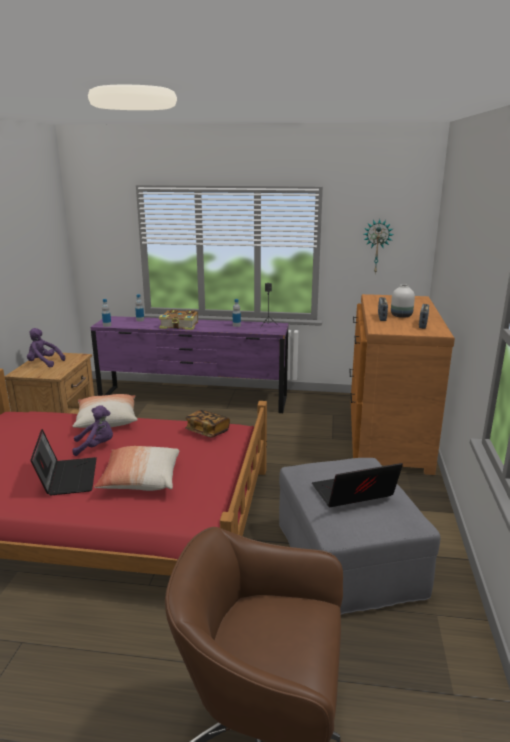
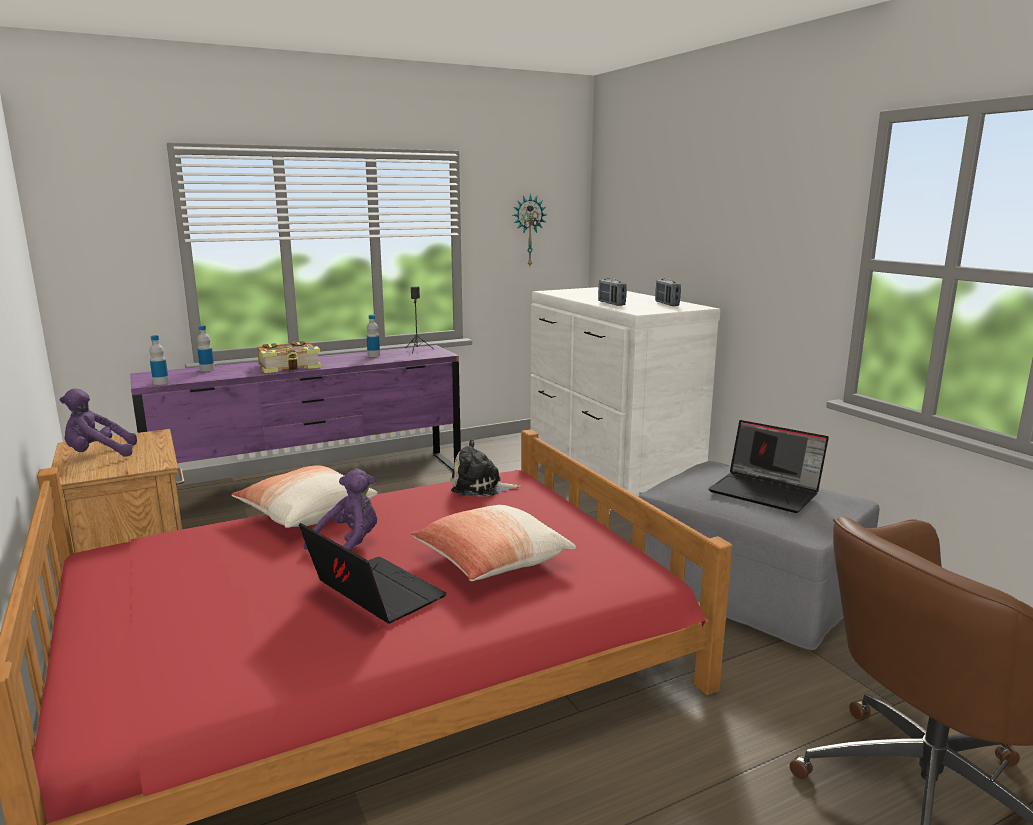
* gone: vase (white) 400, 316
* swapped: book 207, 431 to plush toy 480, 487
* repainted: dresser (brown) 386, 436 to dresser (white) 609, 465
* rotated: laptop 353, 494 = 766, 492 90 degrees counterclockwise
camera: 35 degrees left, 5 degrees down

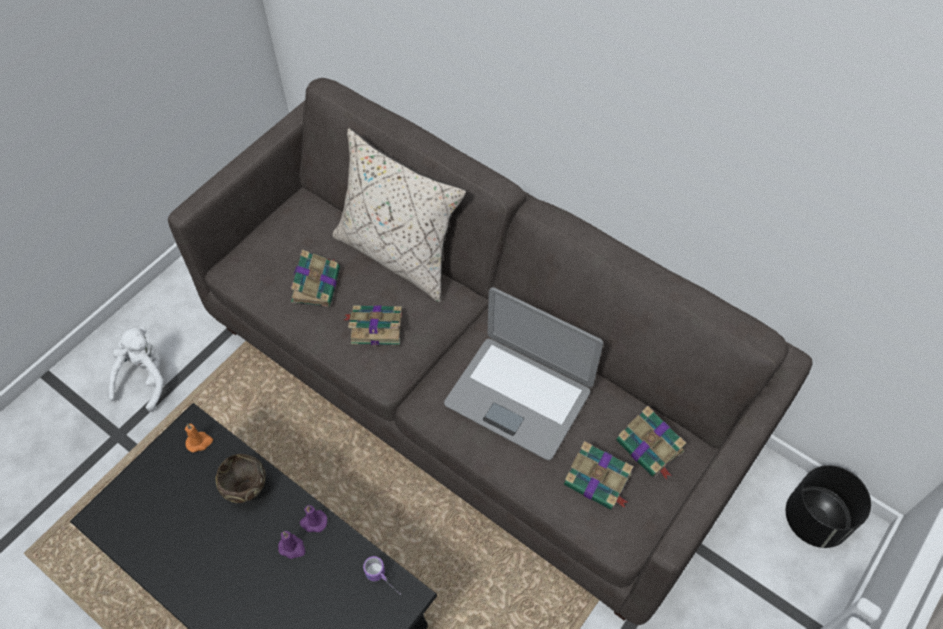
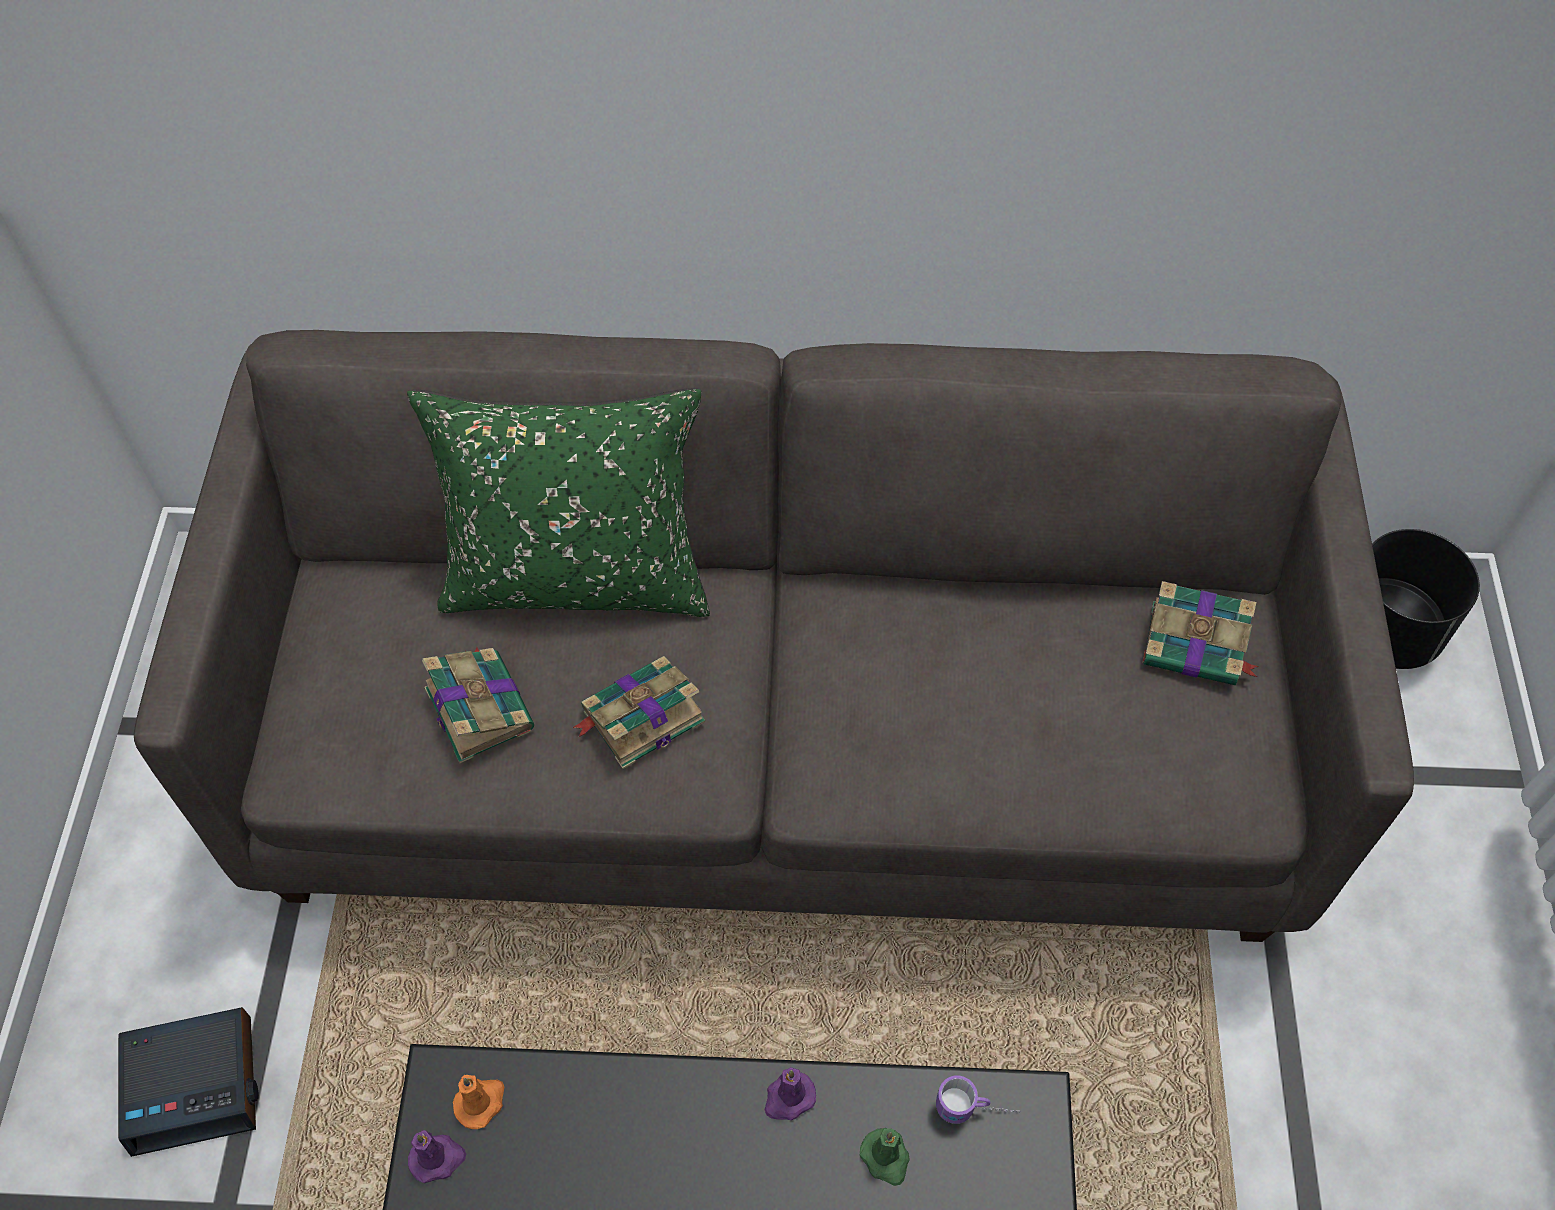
* gone: bowl (brown) 246, 490
* gone: laptop 519, 396
* gone: book 598, 480
* new: candle (green) 886, 1158
* shifted: candle (purple) 292, 547 to 437, 1158
* swapped: plush toy (white) 145, 379 to alarm clock 195, 1083
* repainted: pillow (beige) 399, 254 to pillow (green) 577, 577
camera: 35 degrees left, 0 degrees up

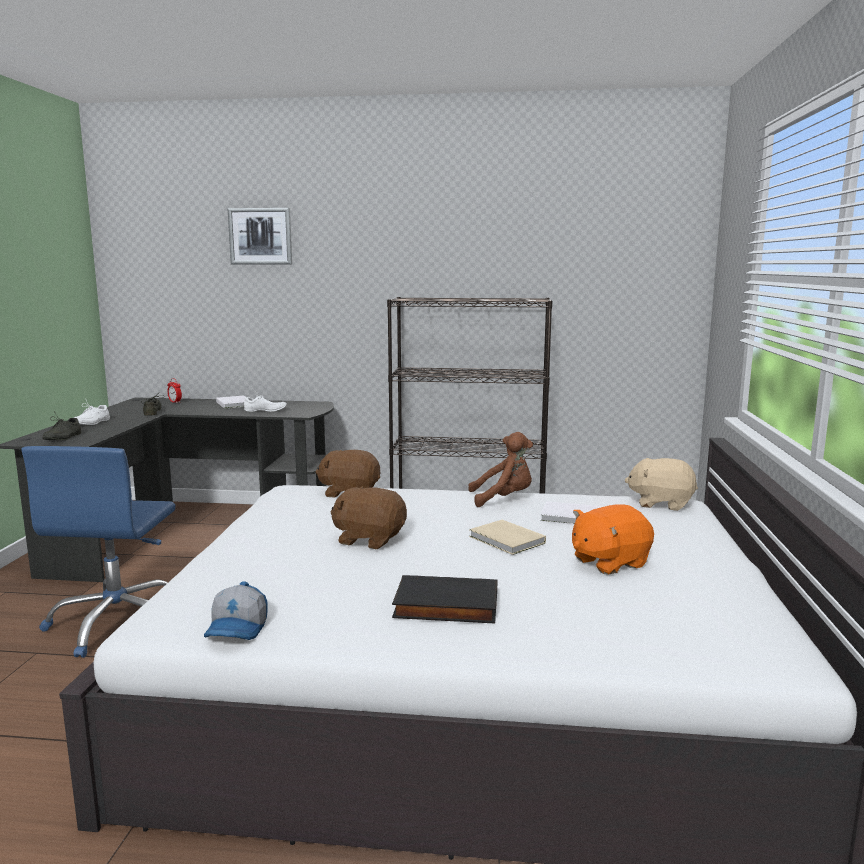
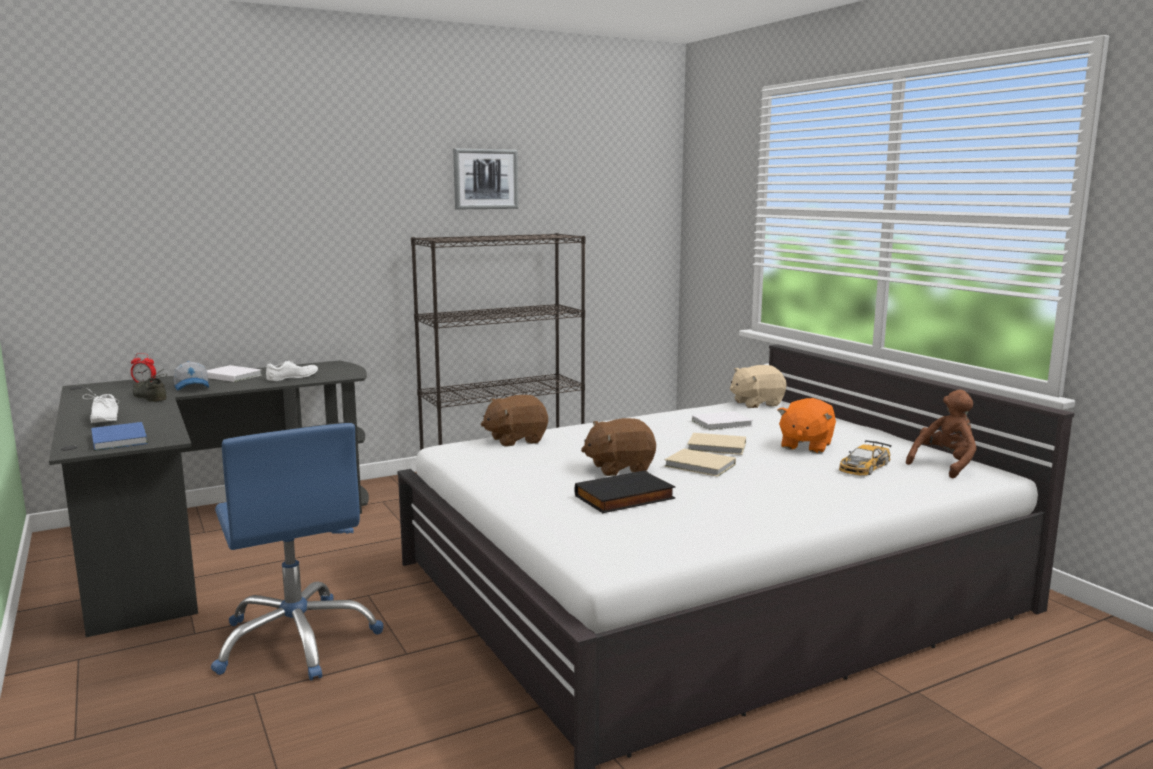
* new: book (beige) 701, 466
* new: toy car 864, 467
* shifted: cap 239, 628 to 193, 387
* shifted: picture 260, 236 to 485, 179
* shifted: book (black) 445, 607 to 625, 498
* shifted: plush toy (brown) 503, 499 to 945, 465
* swapped: shoe (grey) 61, 438 to book (blue) 120, 439
camera: 35 degrees left, 0 degrees up

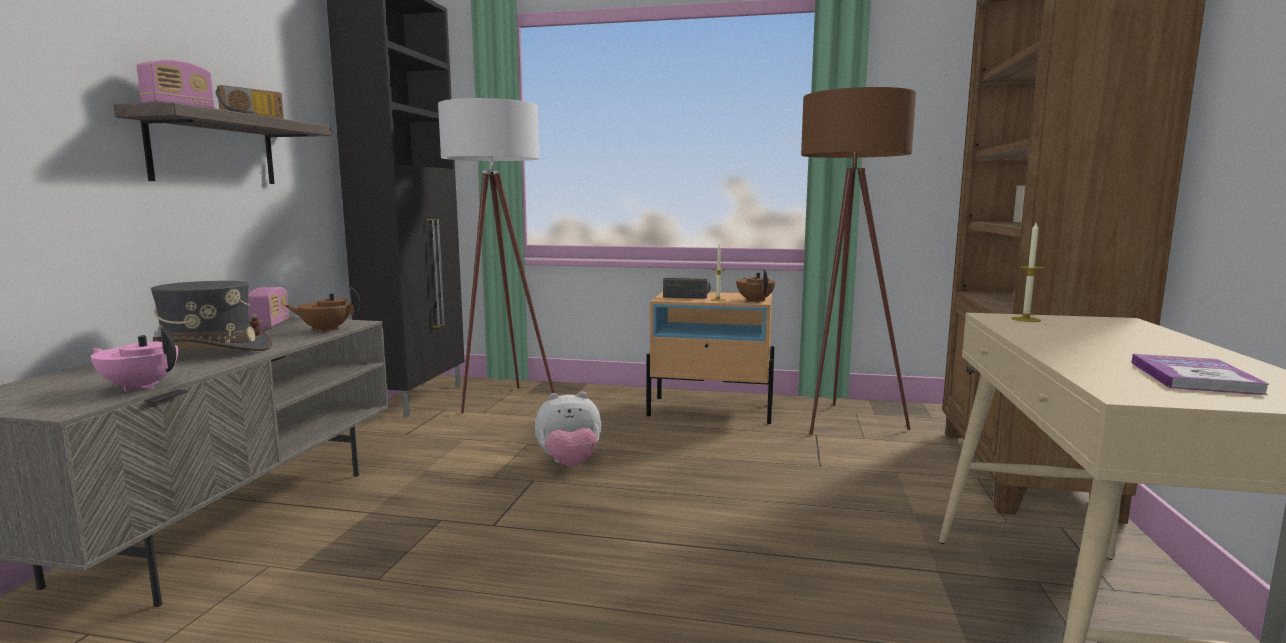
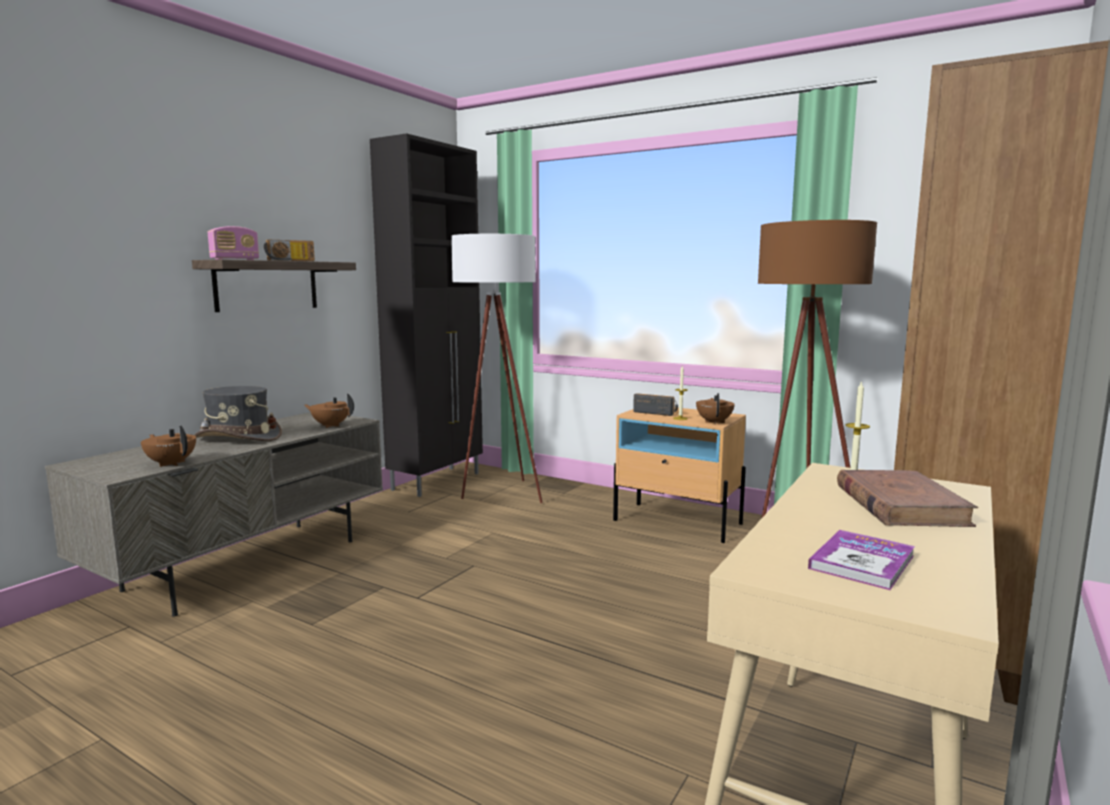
* gone: radio 270, 325
* gone: plush toy 569, 464
* new: book (brown) 900, 505
* repainted: teapot (pink) 140, 387 to teapot (brown) 171, 463
camera: 20 degrees right, 0 degrees up

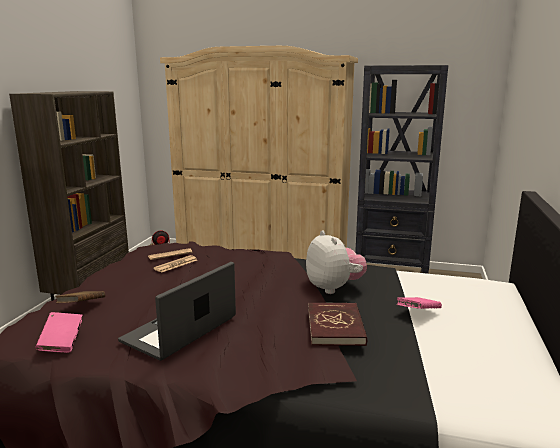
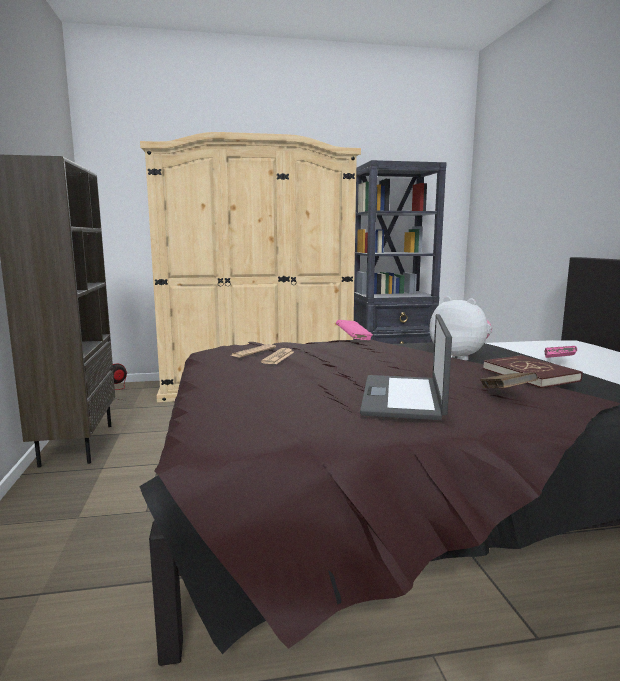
* shifted: book (pink) 62, 343 to 354, 338
* shifted: book (brown) 82, 306 to 506, 393
camera: 25 degrees left, 5 degrees down

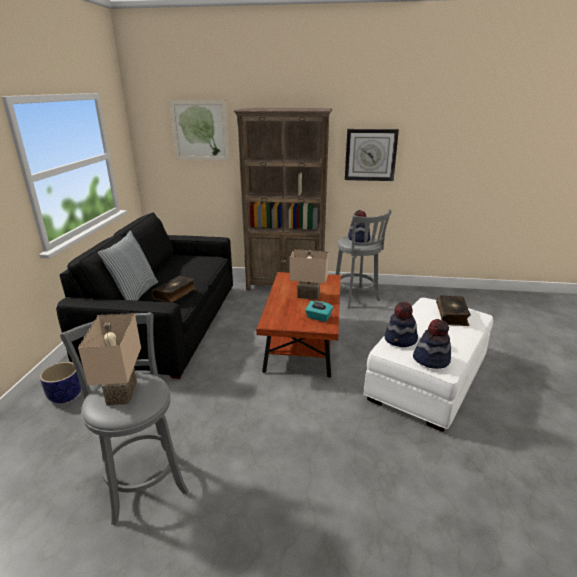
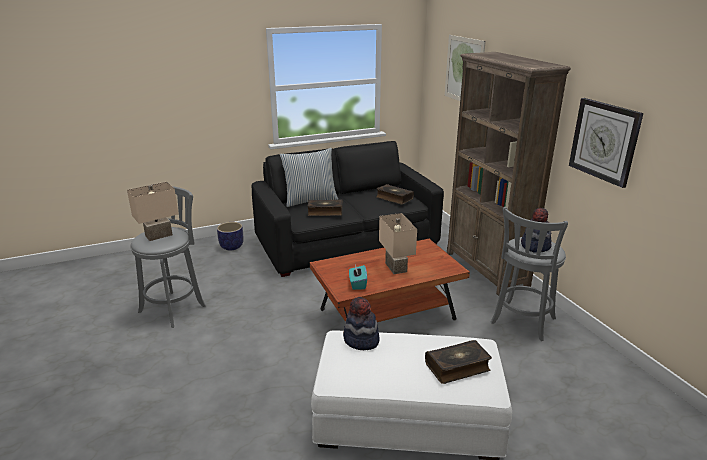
* gone: hat 431, 359
* new: book 394, 198
camera: 60 degrees right, 0 degrees up

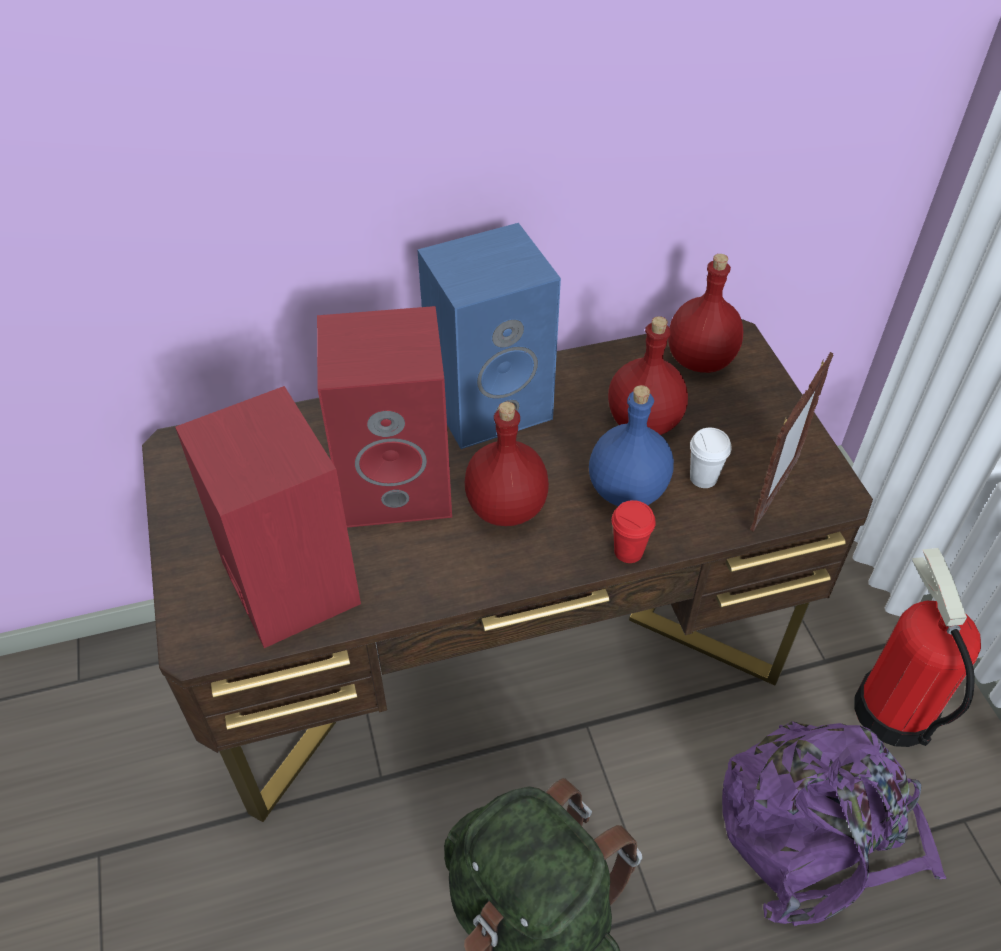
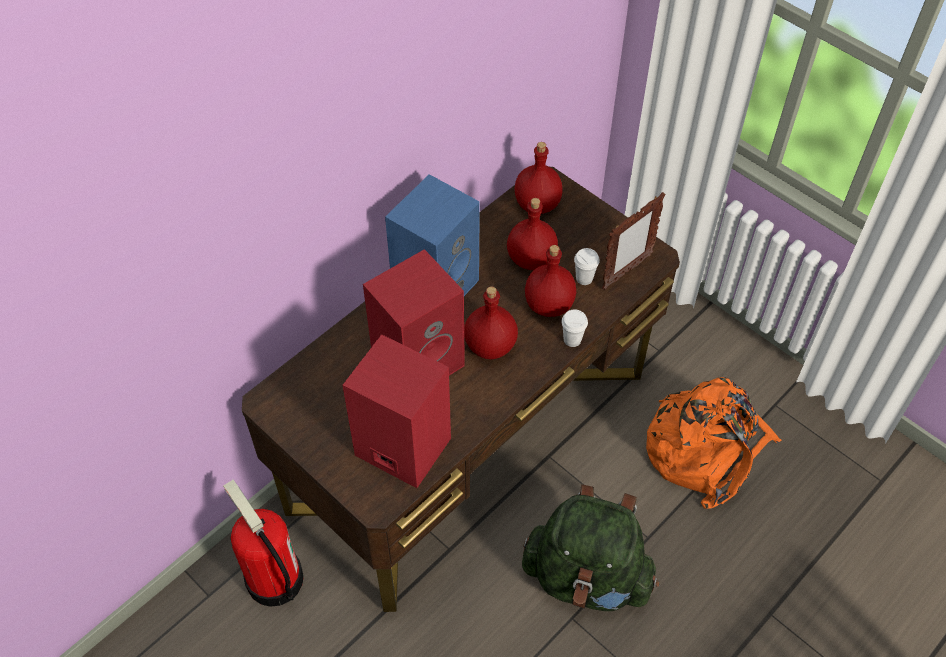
* shifted: fire extinguisher 892, 710 to 273, 579
* repainted: bottle (blue) 626, 491 to bottle (red) 548, 305
* repainted: cup (red) 628, 551 to cup (white) 572, 340
* repainted: backpack (purple) 816, 831 to backpack (orange) 705, 450
* rotated: picture frame 773, 495 = 626, 272 45 degrees clockwise
camera: 30 degrees left, 5 degrees up

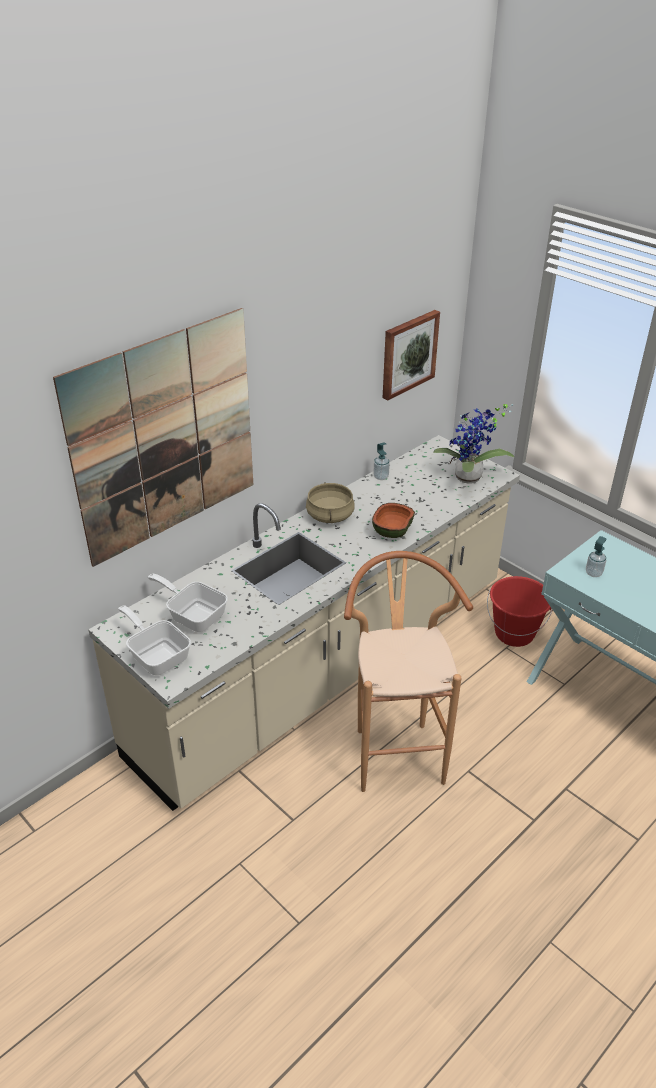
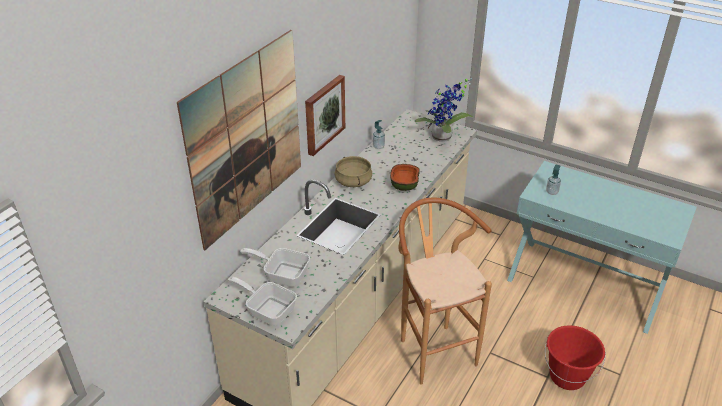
* shifted: picture 408, 354 to 323, 114
* shifted: bucket (red) 514, 634 to 567, 376
camera: 15 degrees left, 0 degrees up

